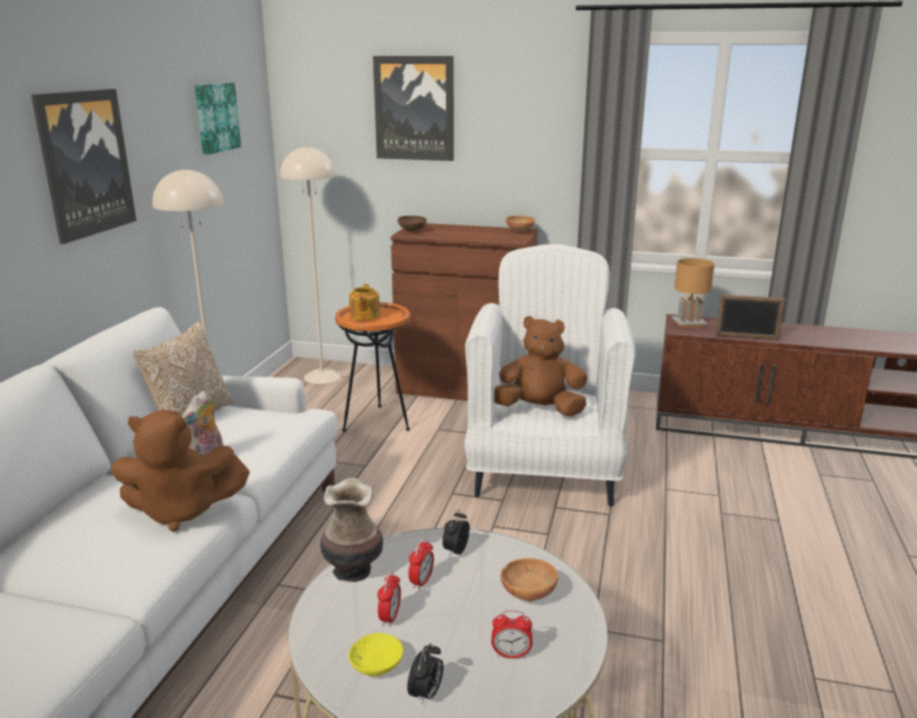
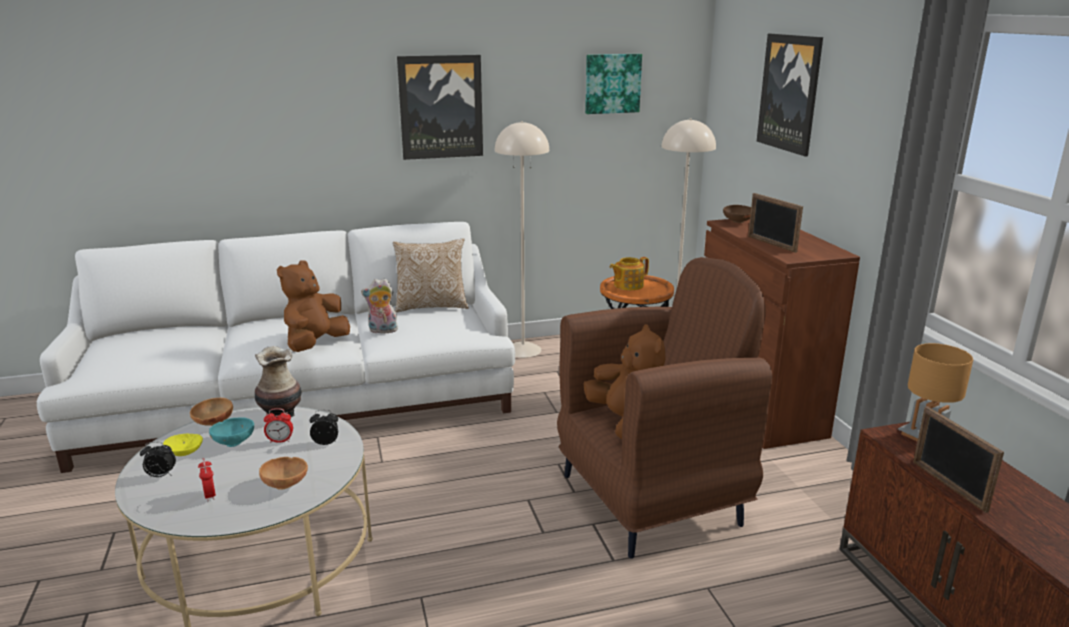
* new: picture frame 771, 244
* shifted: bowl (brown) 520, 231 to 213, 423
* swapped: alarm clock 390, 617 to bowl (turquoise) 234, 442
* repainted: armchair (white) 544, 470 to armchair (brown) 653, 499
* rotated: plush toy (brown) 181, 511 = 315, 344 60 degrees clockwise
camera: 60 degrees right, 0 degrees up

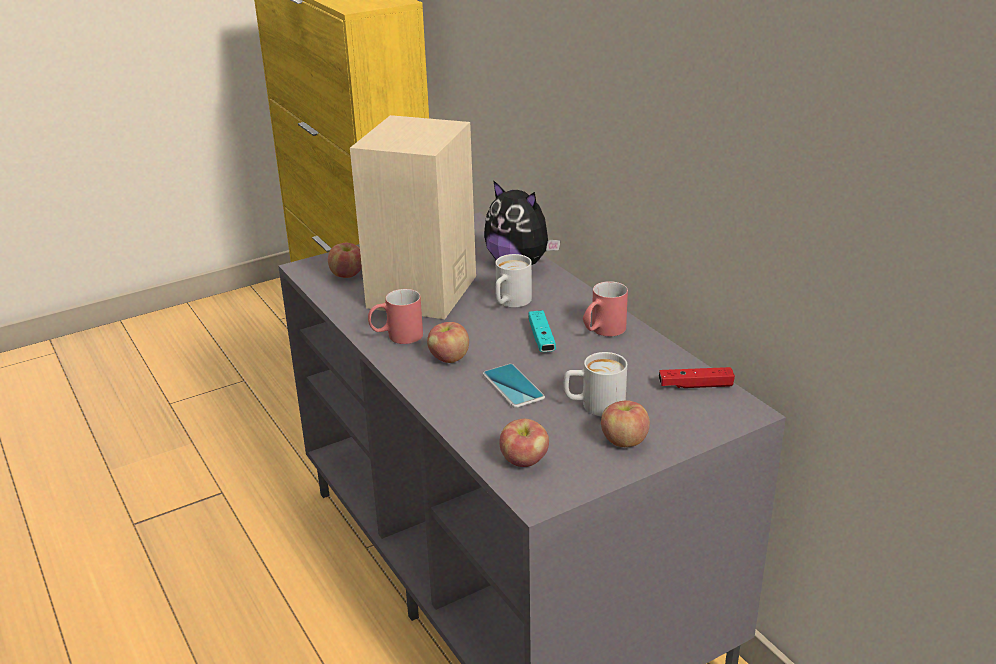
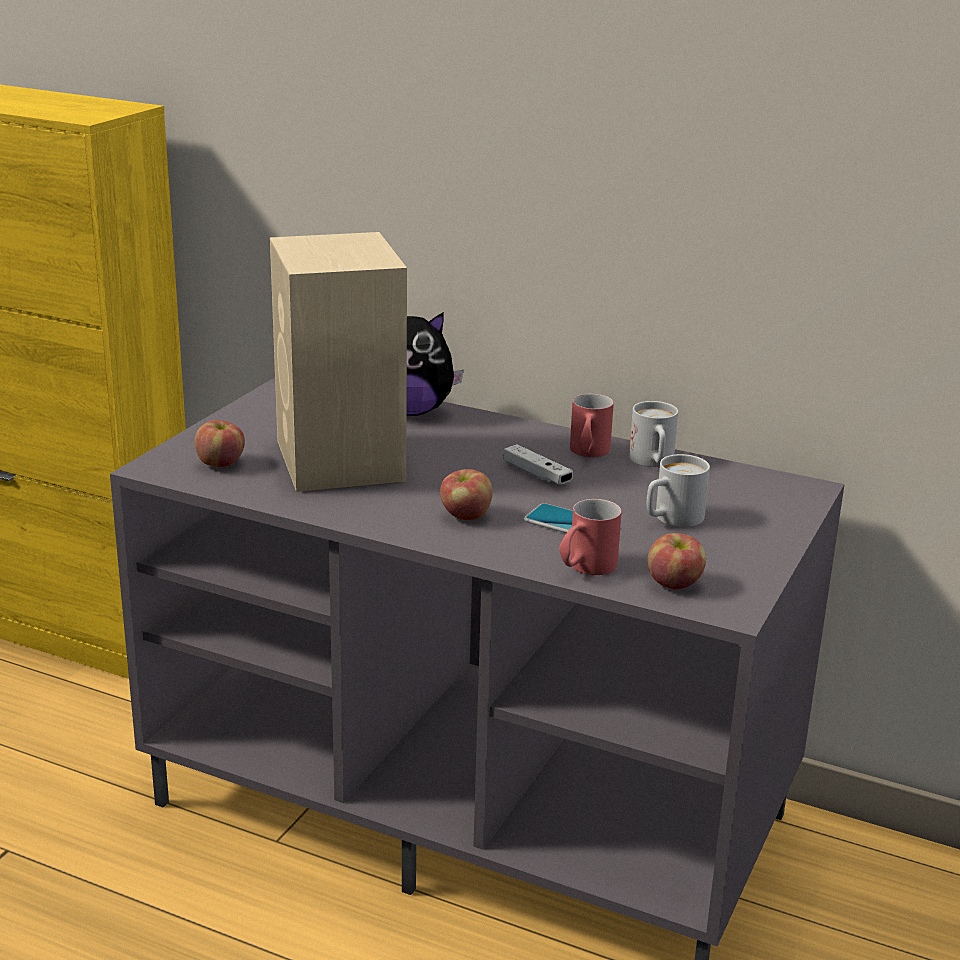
* gone: apple 624, 441
* gone: game controller (red) 695, 385
* shifted: mug (red) 396, 337 to 585, 568
* shifted: mug (white) 510, 302 to 653, 462
* repainted: game controller (turquoise) 541, 339 to game controller (white) 537, 474
camera: 35 degrees left, 5 degrees down

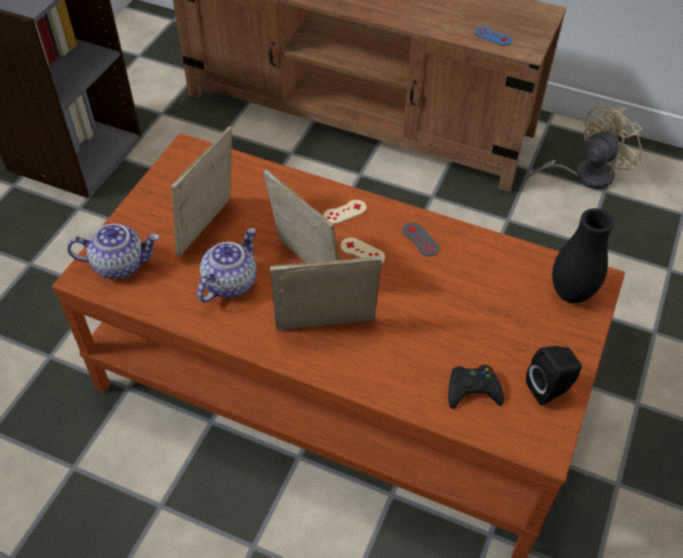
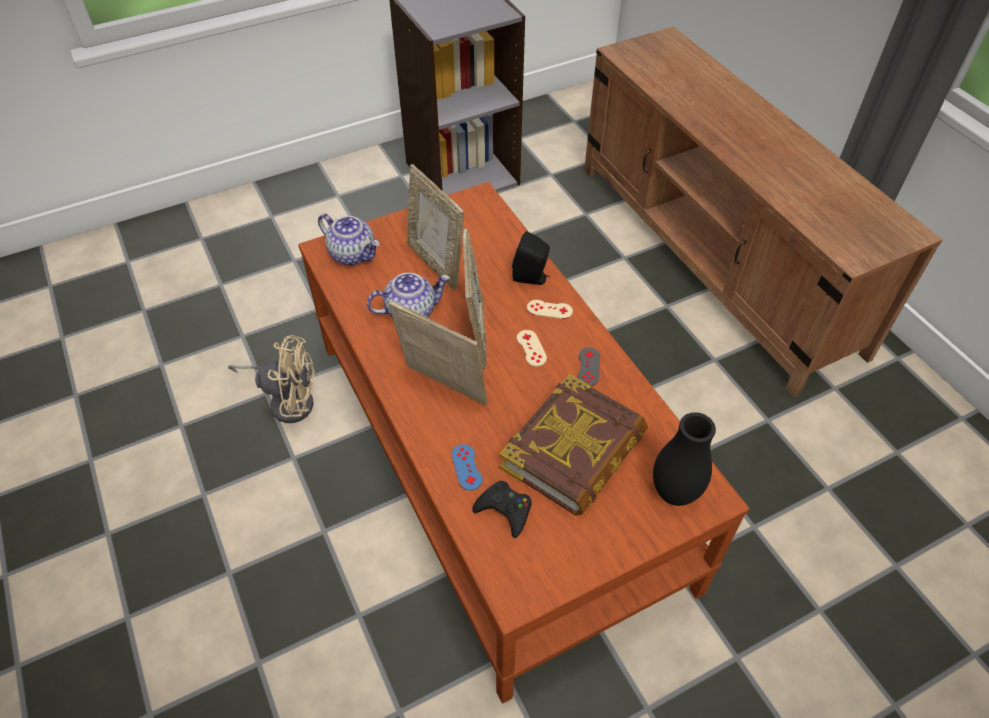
* new: book 574, 451
* shifted: game controller (blue) 493, 36 to 466, 467
* shifted: speaker (black) 550, 389 to 532, 278
* shifted: fan (beige) 584, 175 to 287, 400
* rotated: picture frame 209, 229 = 436, 264 105 degrees counterclockwise
camera: 40 degrees right, 0 degrees up

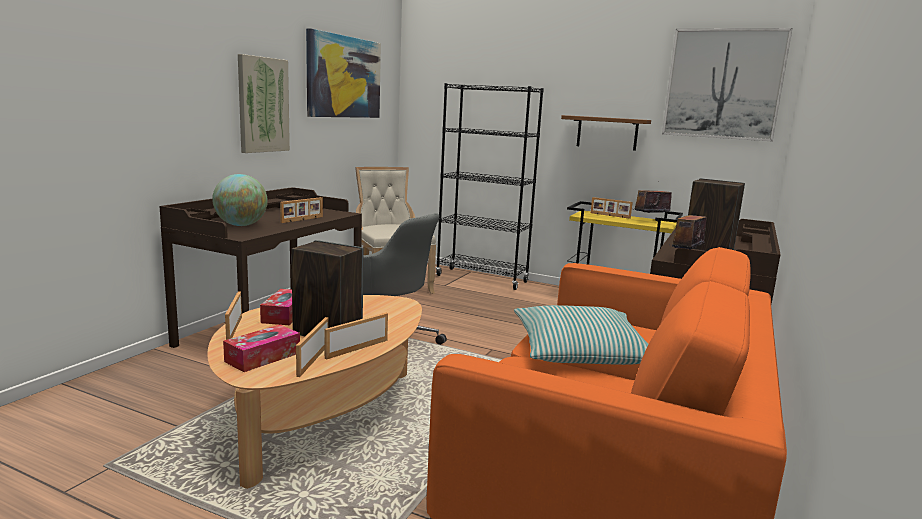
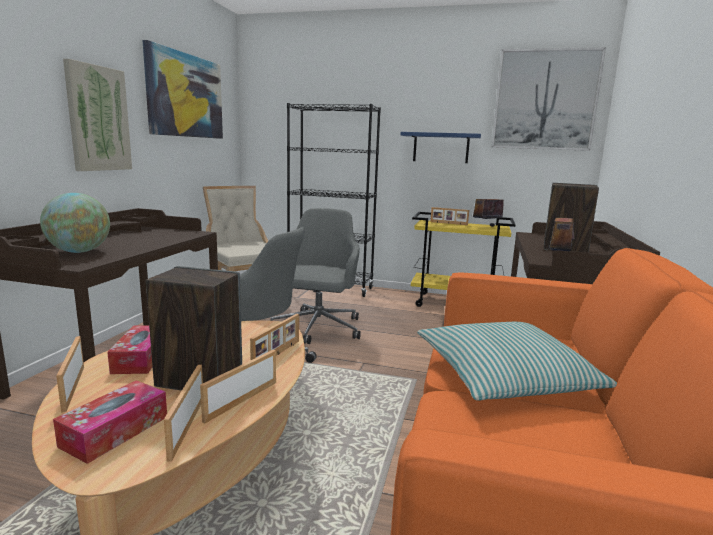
* new: office chair (grey) 317, 328
* shifted: picture frame 302, 220 to 277, 354
* repainted: shelf (brown) 607, 133 to shelf (blue) 441, 148
camera: 10 degrees left, 0 degrees up

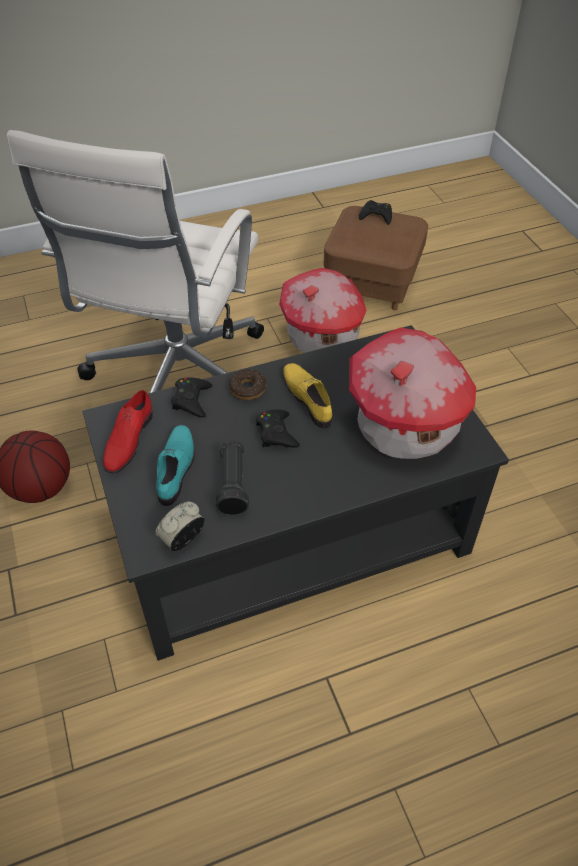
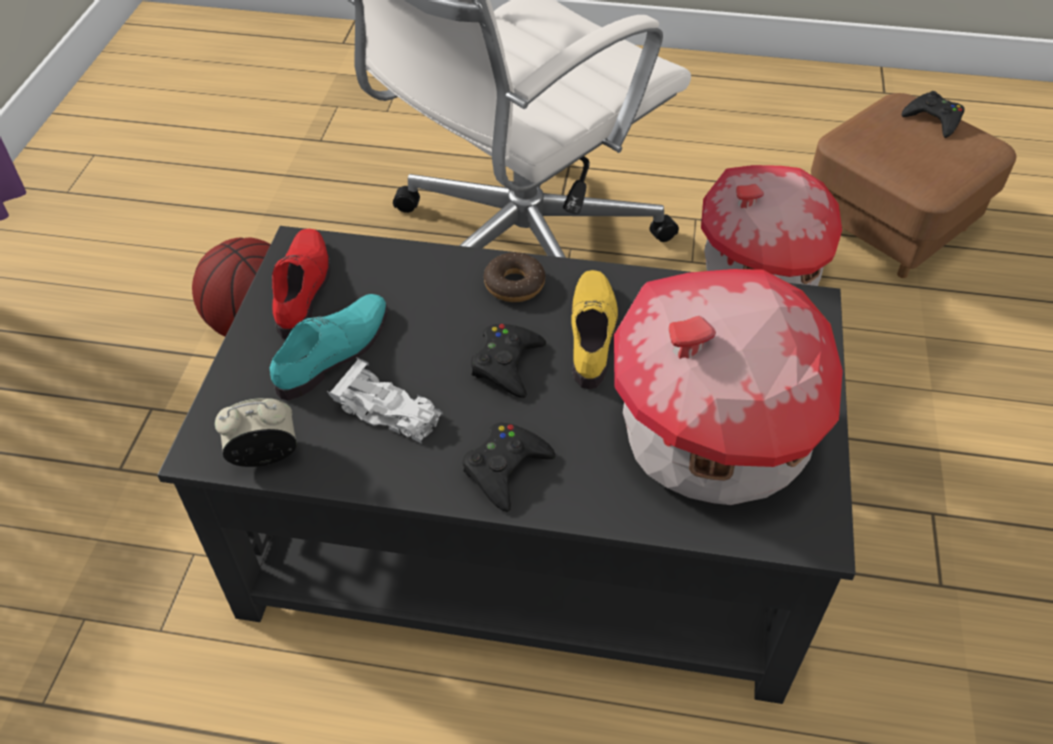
* shifted: game controller (black) 191, 400 to 505, 469
* swapped: flashlight (black) 233, 485 to toy car (white) 389, 411
* rotated: shoe (red) 128, 439 = 304, 287 135 degrees clockwise
camera: 30 degrees right, 0 degrees up

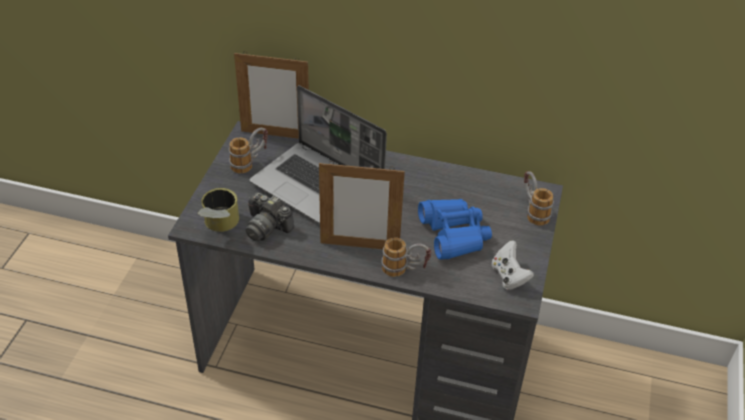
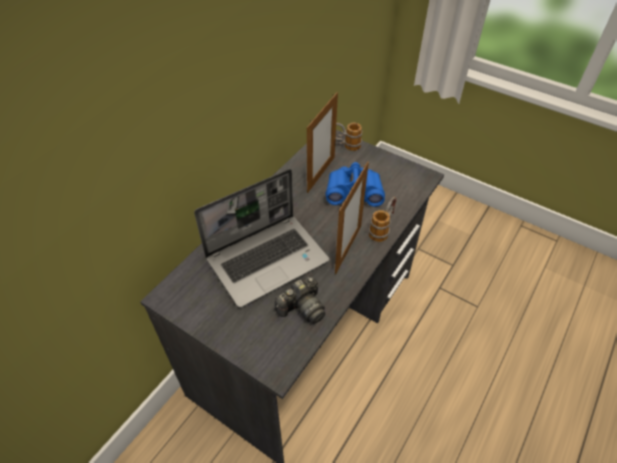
* gone: can 219, 227
* gone: mug 250, 162
* gone: game controller (white) 509, 276
* shifted: picture frame 275, 135 to 321, 174
camera: 70 degrees left, 5 degrees up

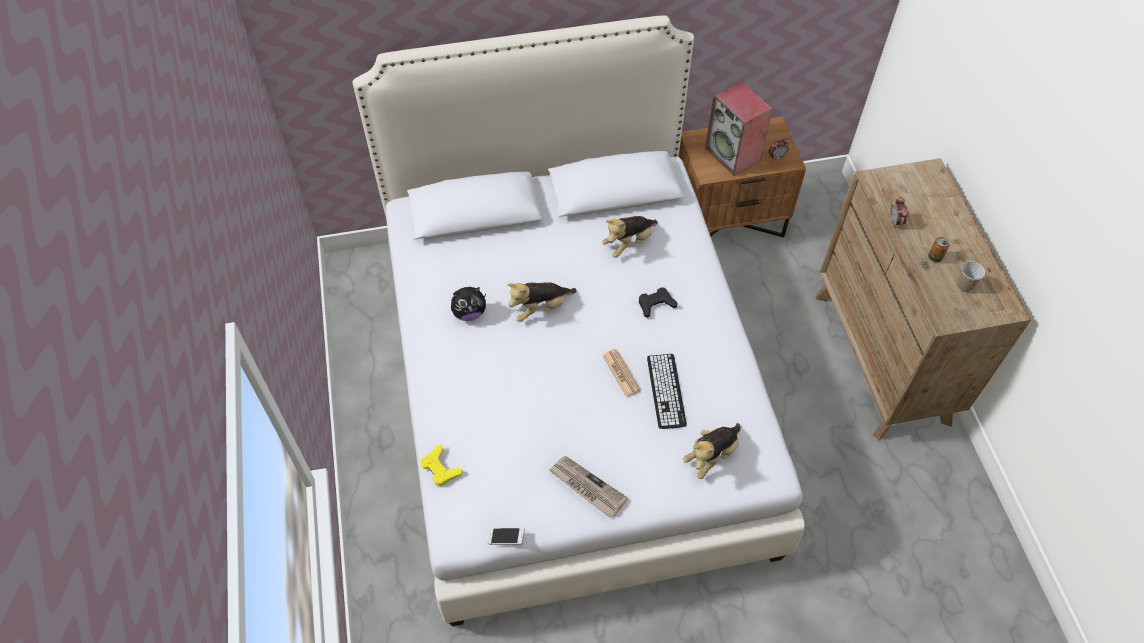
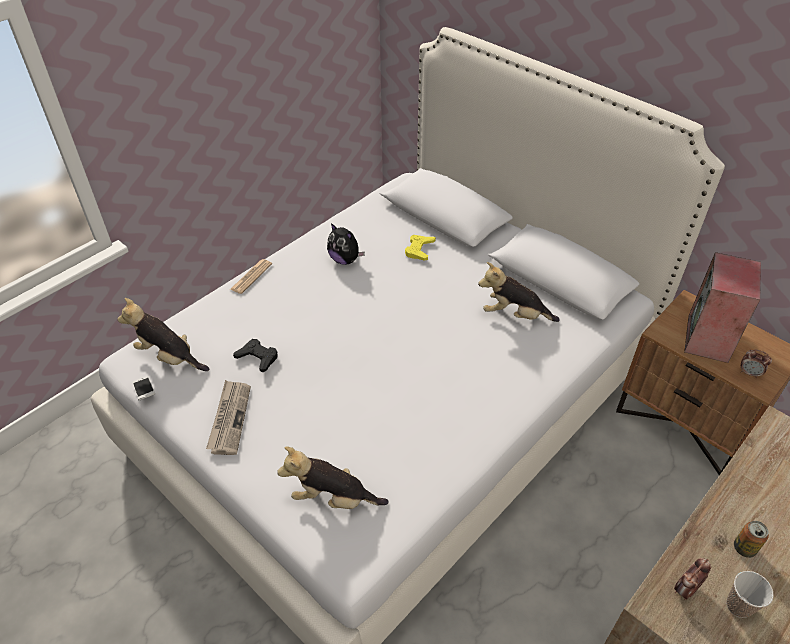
* gone: keyboard 666, 391
* shifted: game controller (yellow) 440, 468 to 419, 250
* shifted: plush toy 540, 308 to 169, 357
* shifted: newspaper 621, 373 to 251, 277
* shifted: game controller (black) 656, 304 to 258, 357
* shifted: alarm clock 895, 221 to 685, 589
camera: 55 degrees right, 10 degrees down

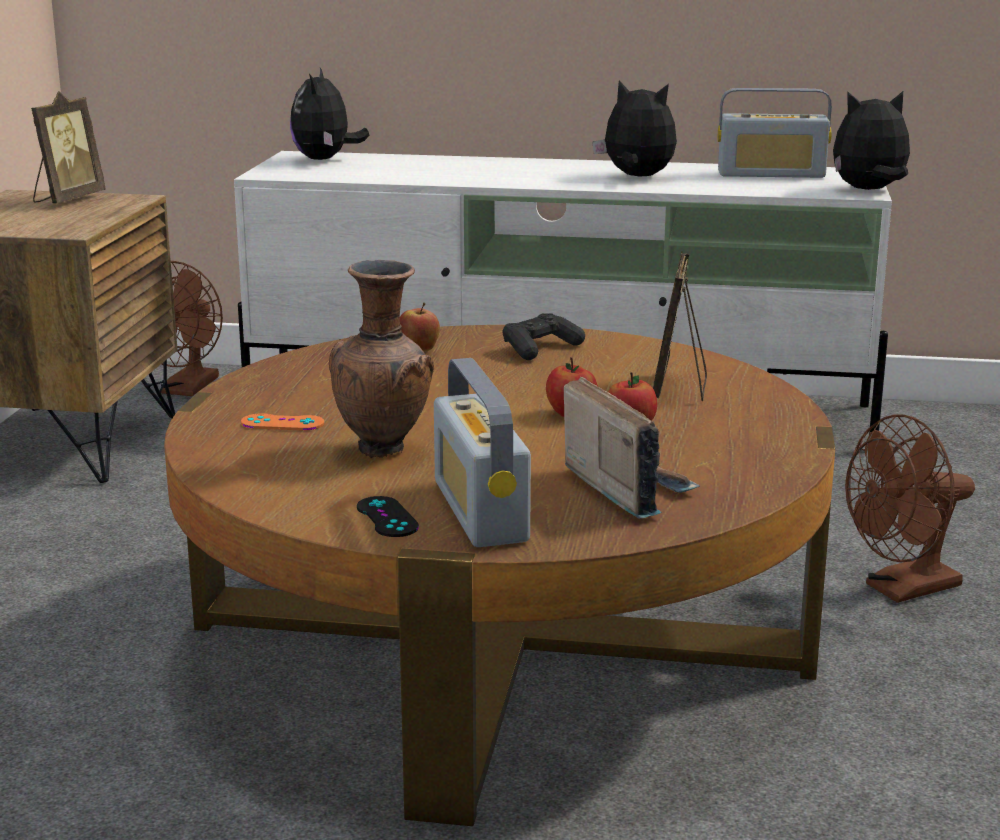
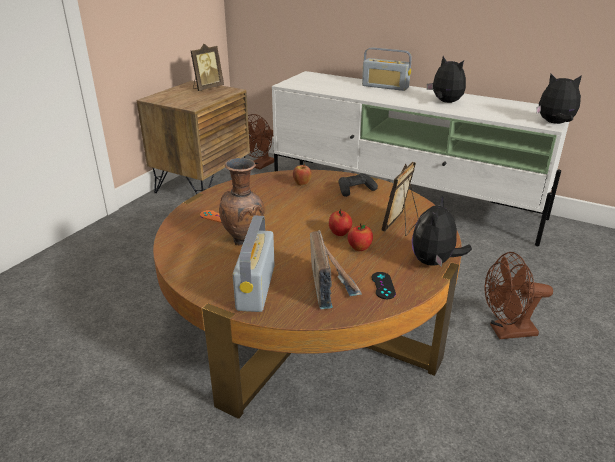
* shifted: plush toy 325, 159 to 434, 262
* shifted: game controller (black) 387, 517 to 383, 285
* shifted: radio 771, 174 to 385, 86
camera: 20 degrees right, 10 degrees up

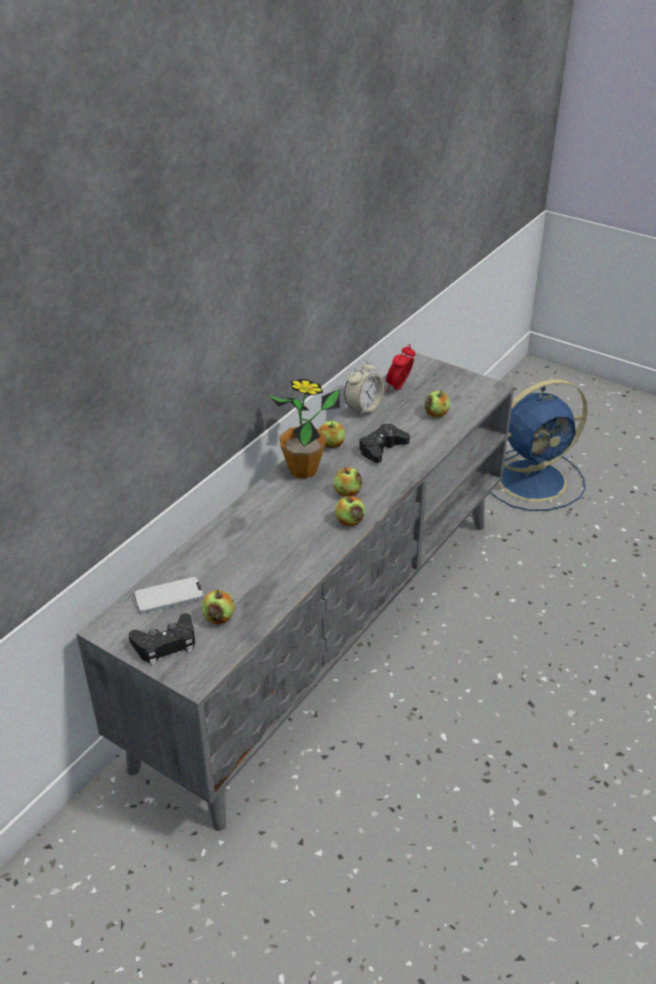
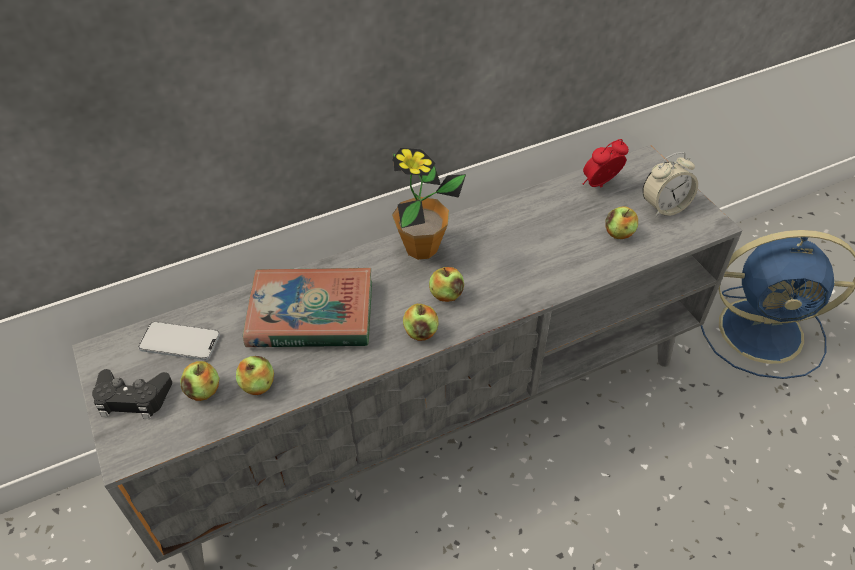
* gone: game controller (black) 382, 448
* new: book 311, 314
* shifted: apple 331, 444 to 258, 385
* shifted: alarm clock 363, 408 to 664, 207
camera: 30 degrees right, 10 degrees up

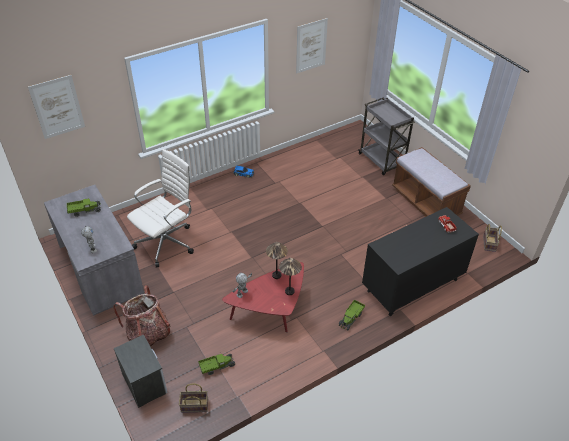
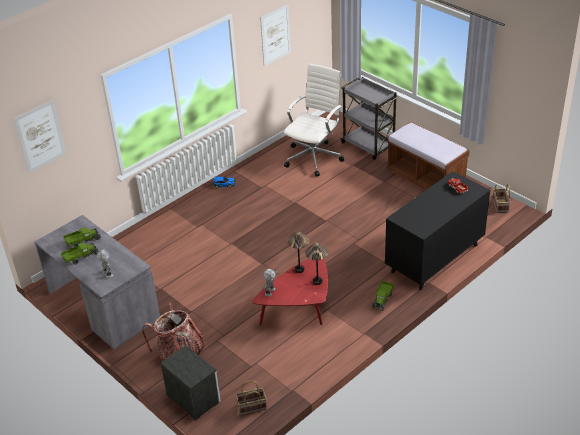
* shifted: office chair (white) 167, 242 to 314, 157
* shifted: toy truck 217, 366 to 81, 257
camera: 10 degrees left, 5 degrees down

